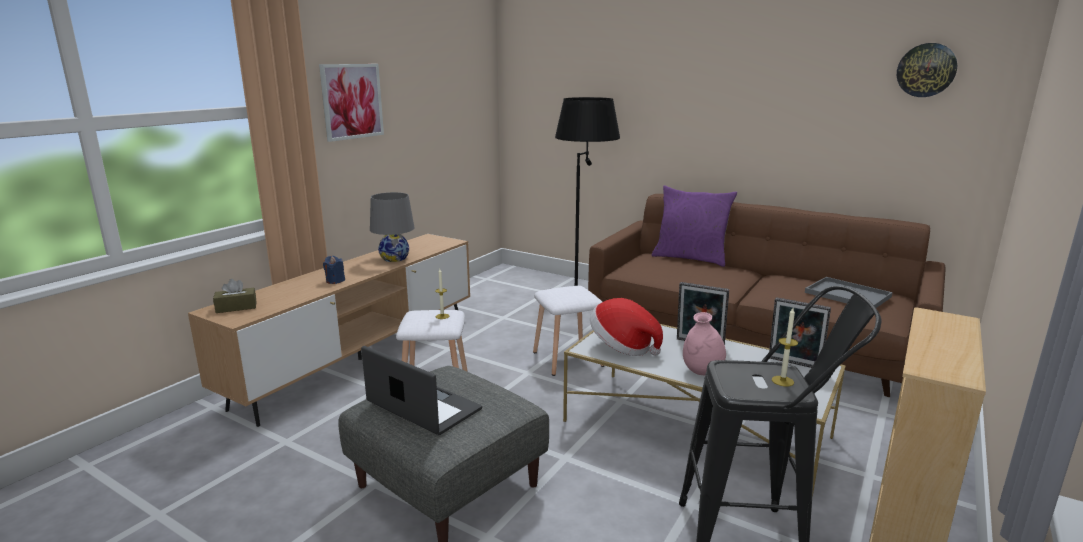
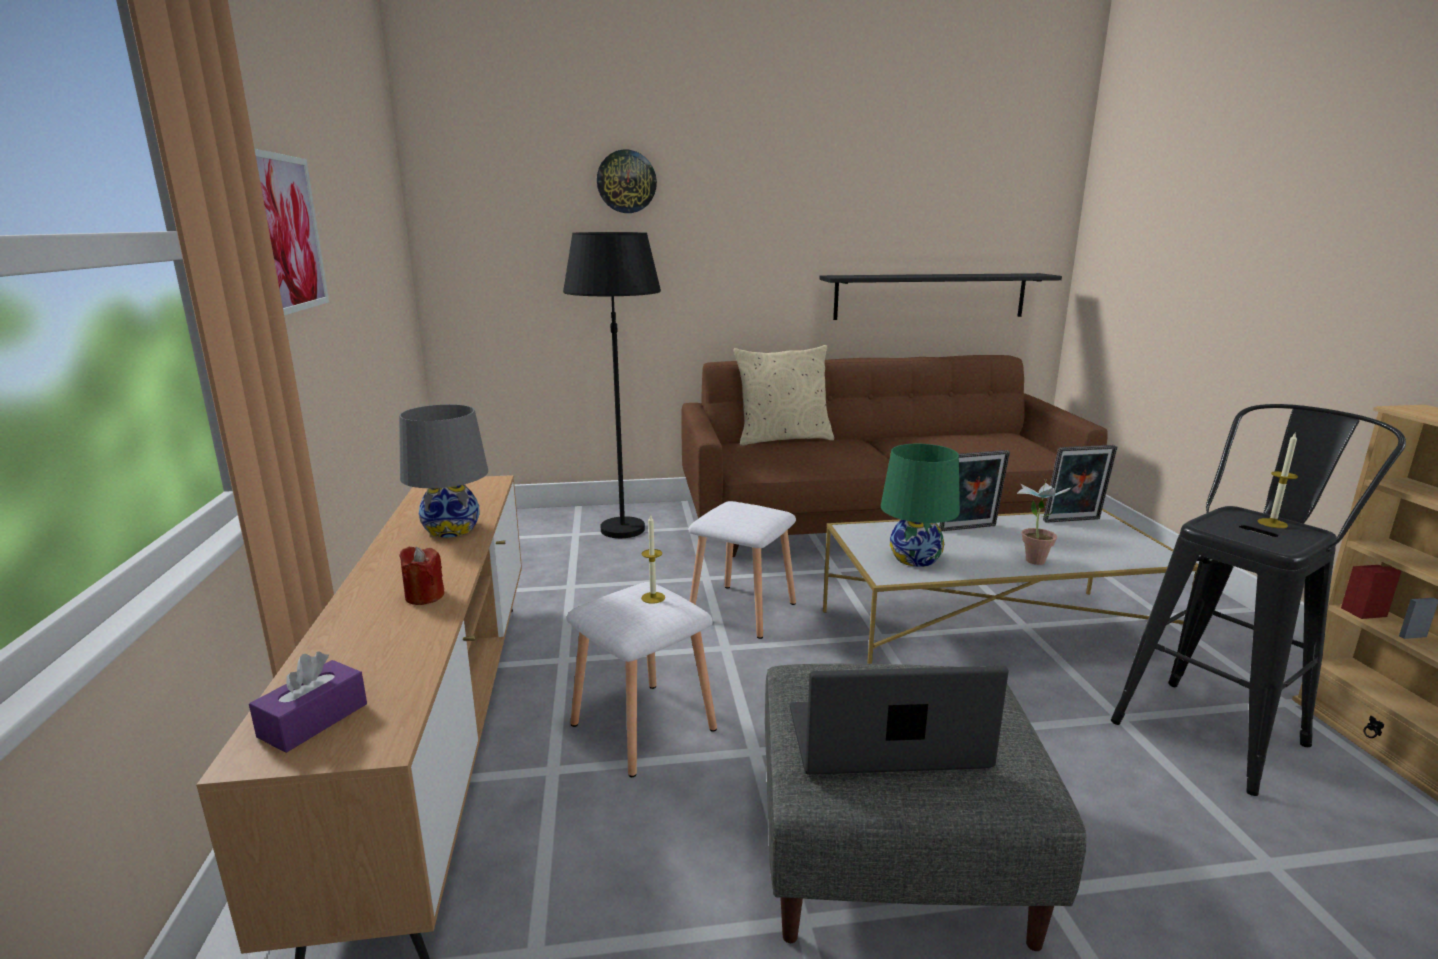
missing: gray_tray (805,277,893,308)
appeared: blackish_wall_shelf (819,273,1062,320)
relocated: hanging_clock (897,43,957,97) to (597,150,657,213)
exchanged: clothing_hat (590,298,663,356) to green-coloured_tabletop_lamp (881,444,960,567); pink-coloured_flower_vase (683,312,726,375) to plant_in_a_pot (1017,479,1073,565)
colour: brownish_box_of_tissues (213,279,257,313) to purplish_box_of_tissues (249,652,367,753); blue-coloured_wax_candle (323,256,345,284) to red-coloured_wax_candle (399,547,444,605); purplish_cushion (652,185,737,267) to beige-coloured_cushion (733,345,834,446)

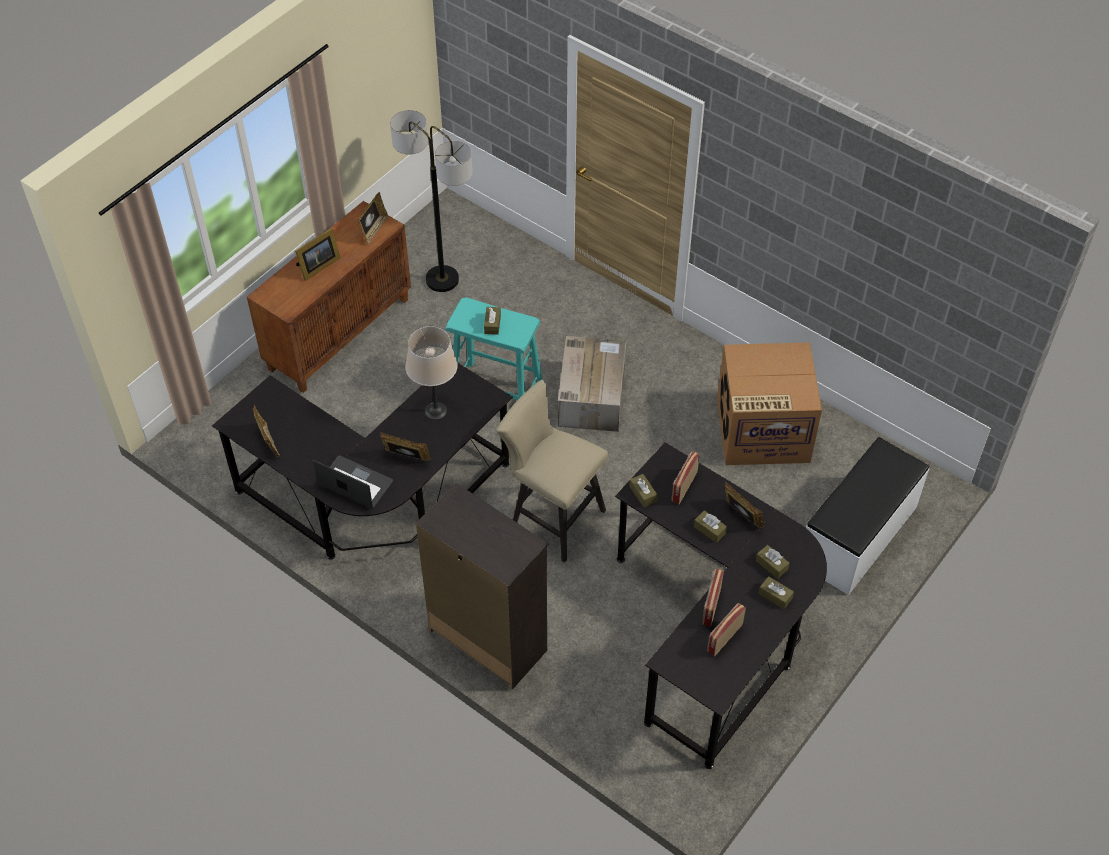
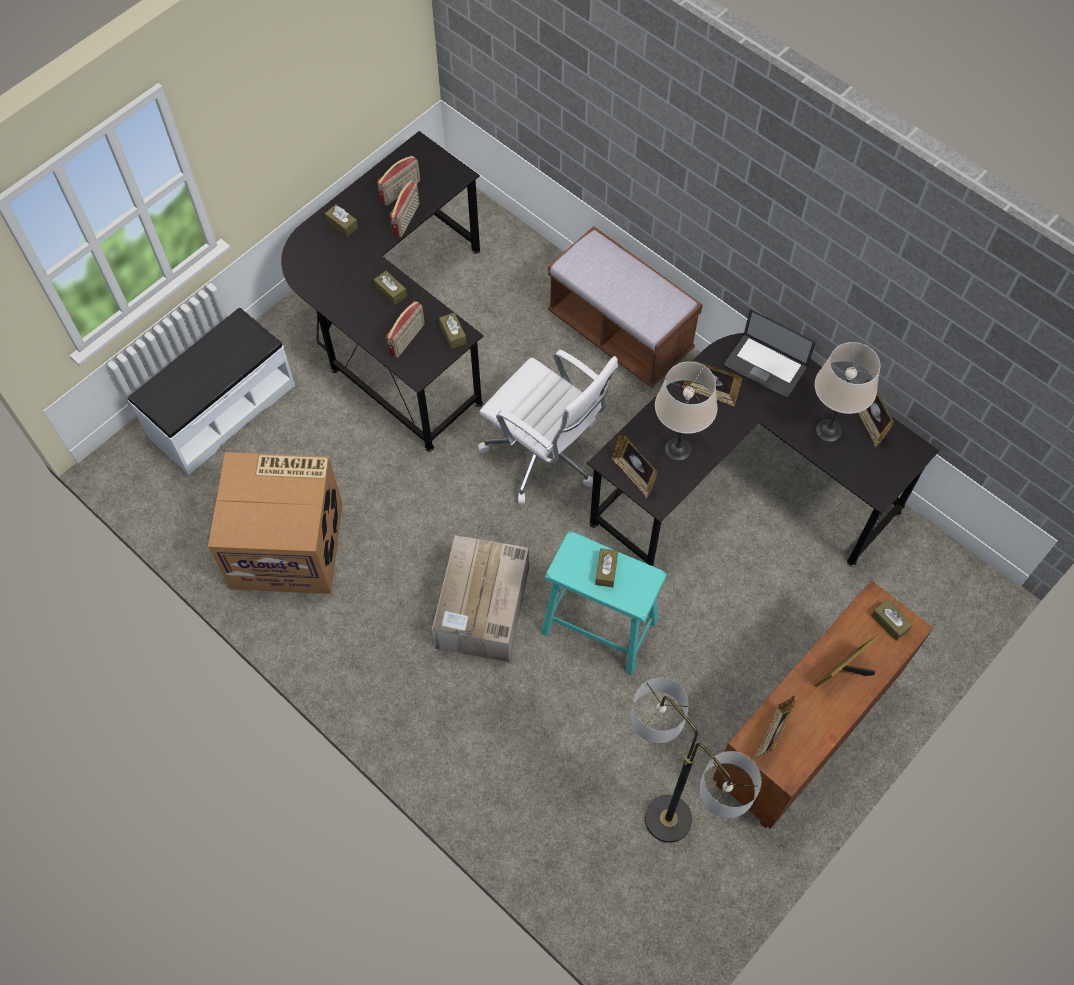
appeared: beige-coloured_tabletop_lamp (815,342,880,442)
relocated: standing_frame (725,482,764,528) to (611,434,657,499); brownish_box_of_tissues (756,545,790,579) to (871,599,913,641)
exchanged: blackish_drawer_chest (415,483,548,690) to brownish_long_seat (548,226,703,388); beige-coloured_stool (496,380,608,563) to white_desk_chair (478,350,618,504)

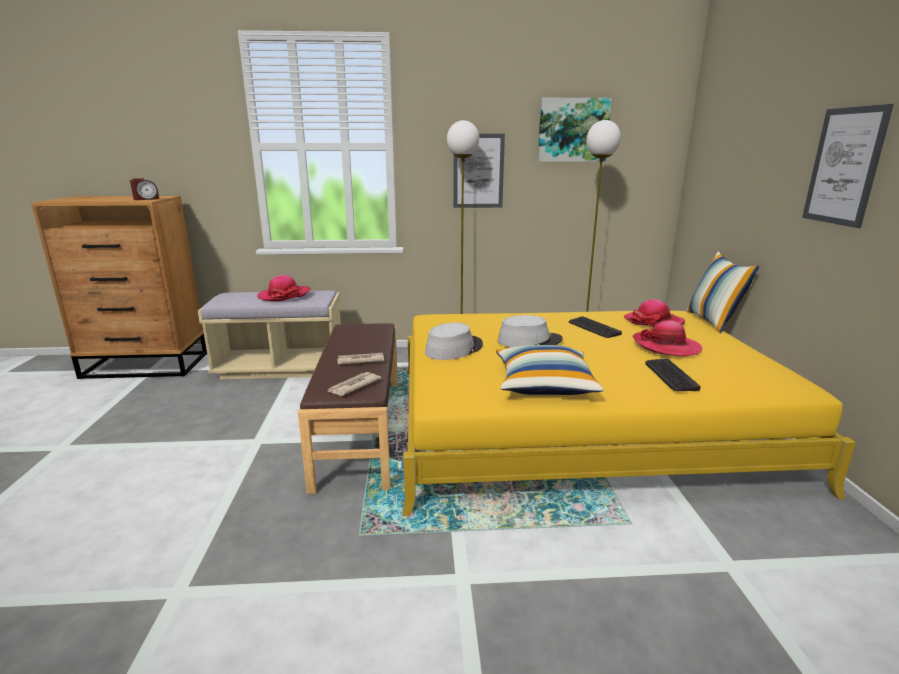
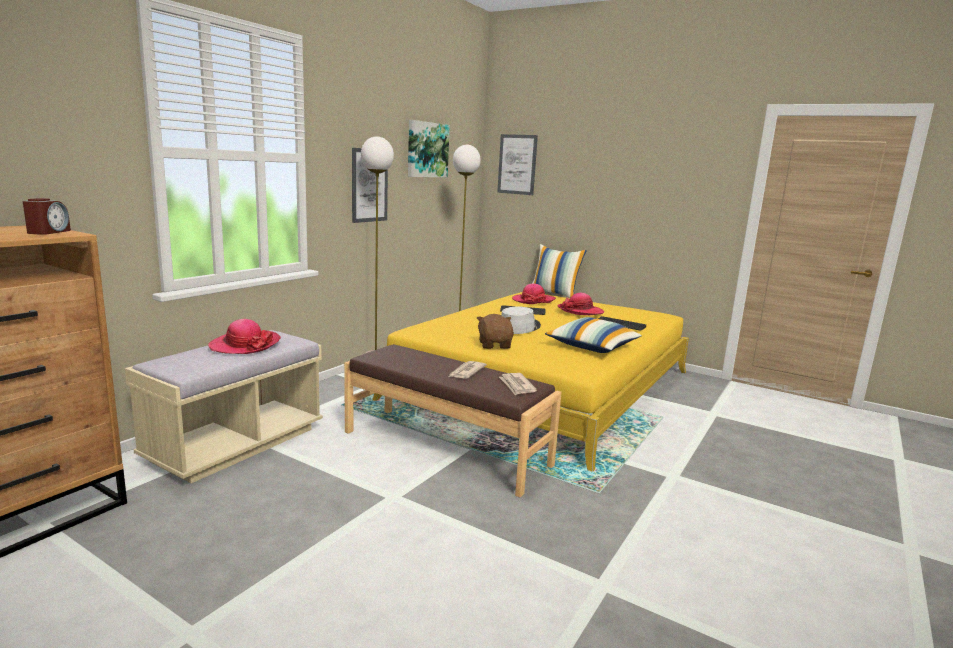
relocated: wall_picture (802,104,894,228) to (497,134,538,195)
exchanged: gray_clothing_hat (425,323,483,360) to brownish_plush_toy (477,314,514,349)

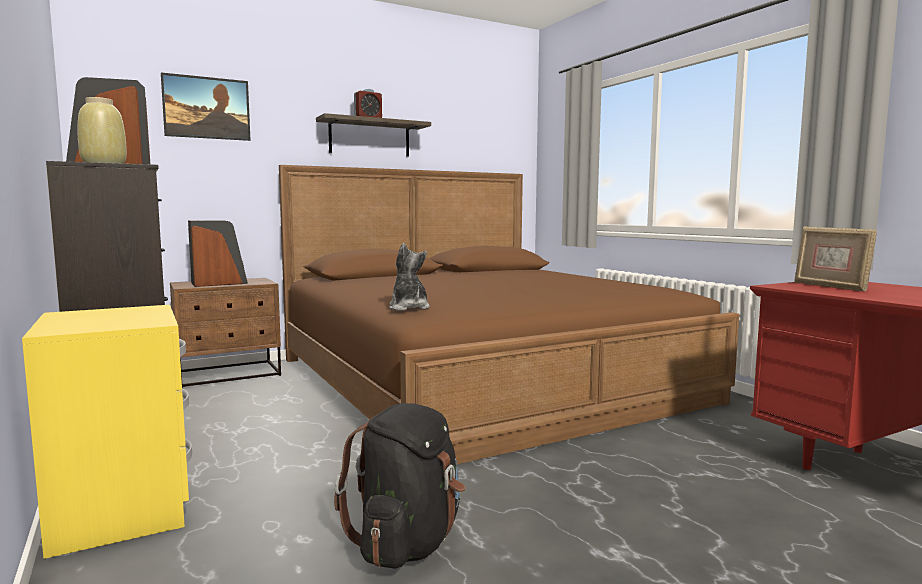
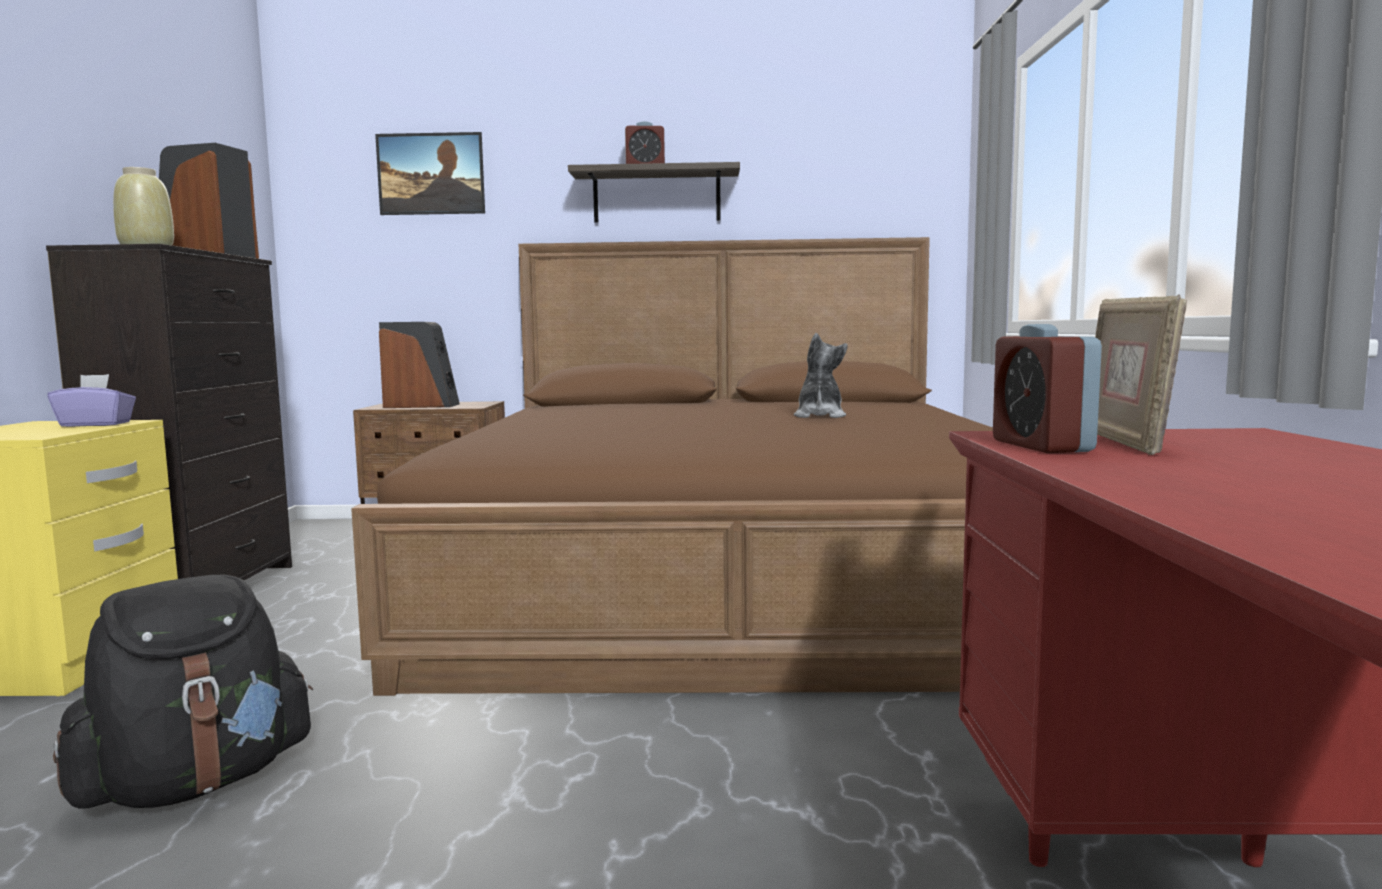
appeared: purplish_box_of_tissues (47,374,136,427); bedside_clock (993,324,1102,453)
relocated: plush_toy (389,243,430,311) to (794,333,848,418)

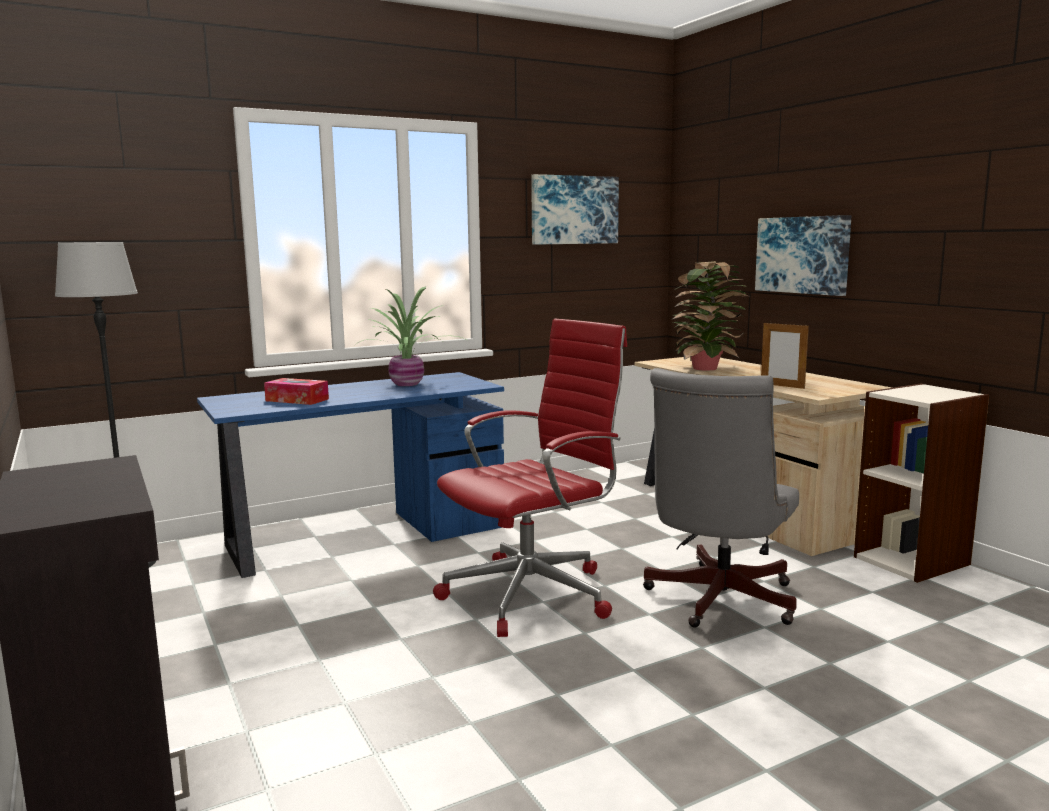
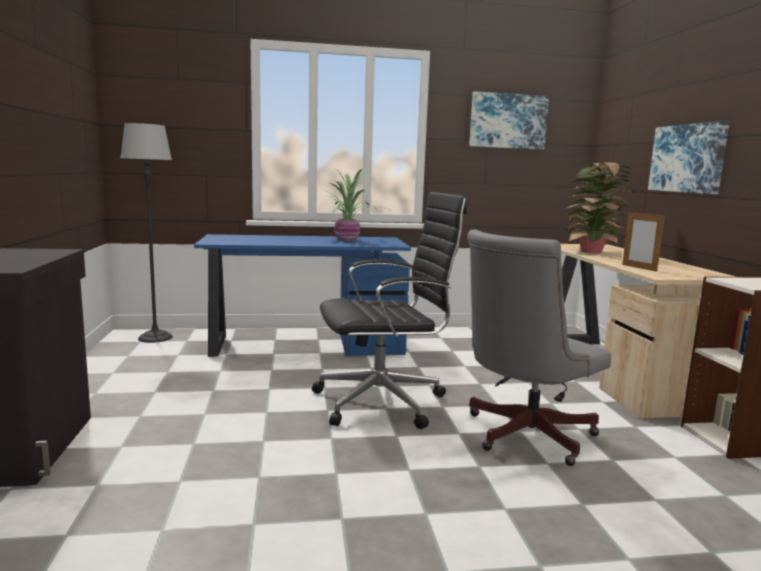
missing: box_of_tissues (264,378,329,405)
colour: red-coloured_desk_chair (433,318,627,637) to blackish_desk_chair (312,192,468,429)

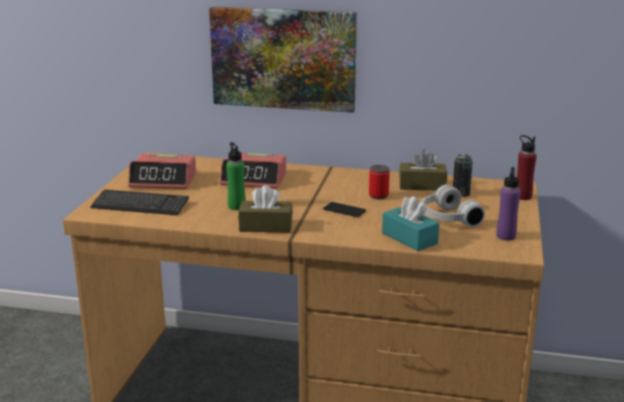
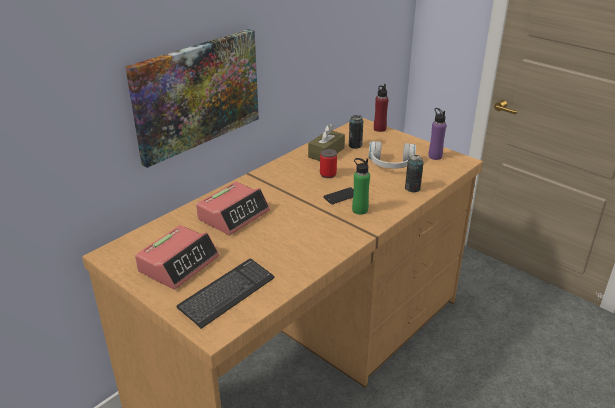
missing: brownish_box_of_tissues (238,185,293,233)
relocated: green-coloured_beverage_bottle (226,142,246,210) to (352,158,370,215)
exchanged: turquoise_box_of_tissues (382,196,439,251) to sealed_can (405,155,424,192)

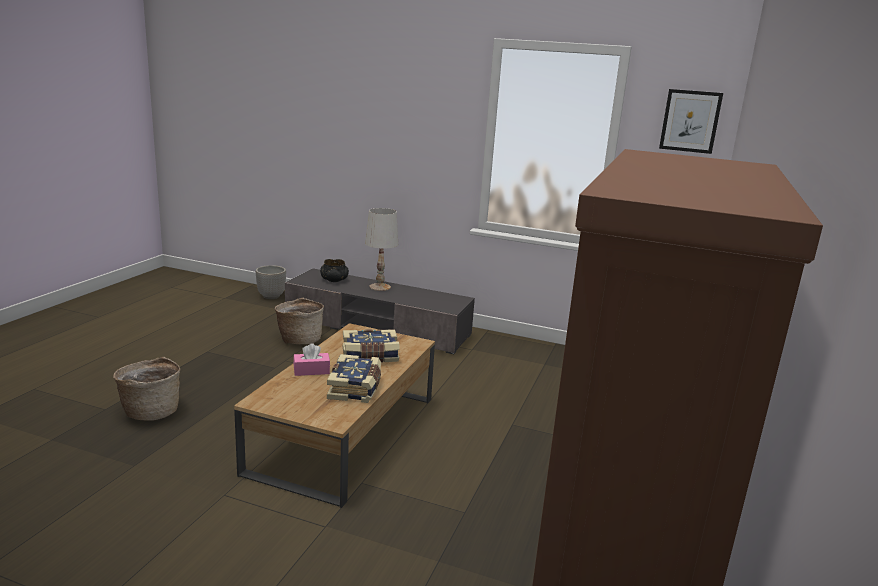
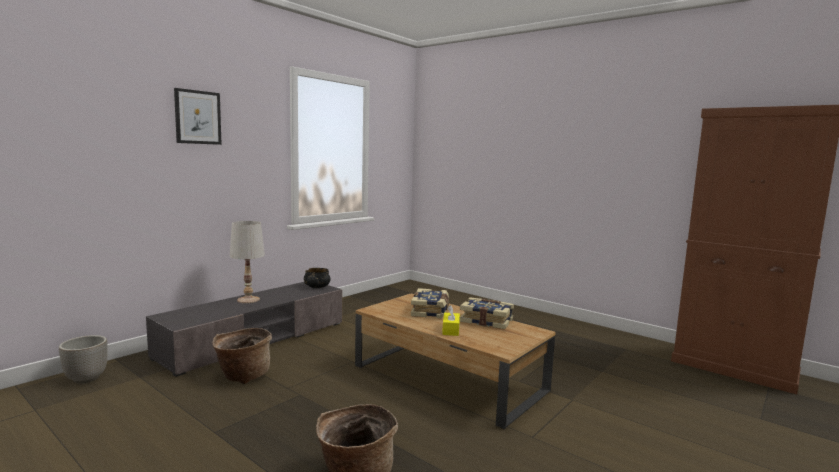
relocated: blackish_bowl (320,259,349,282) to (304,268,331,288); wall_picture (659,89,723,154) to (174,88,222,145)
colour: pink-coloured_box_of_tissues (293,343,330,376) to yellow_box_of_tissues (442,305,460,336)

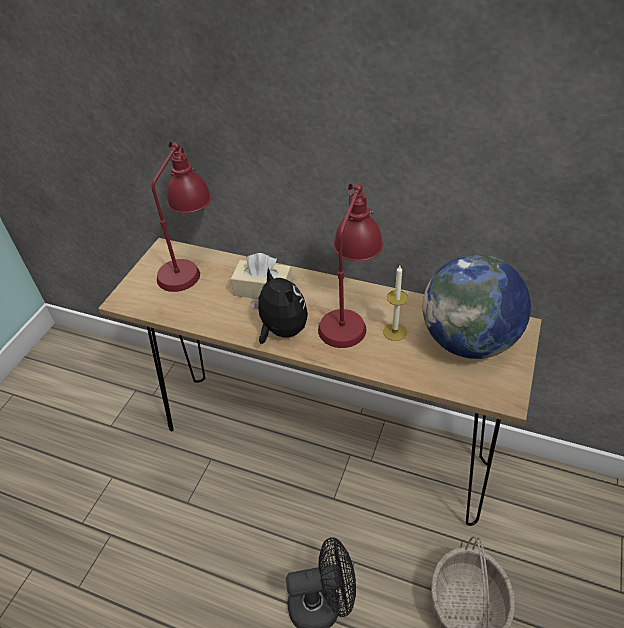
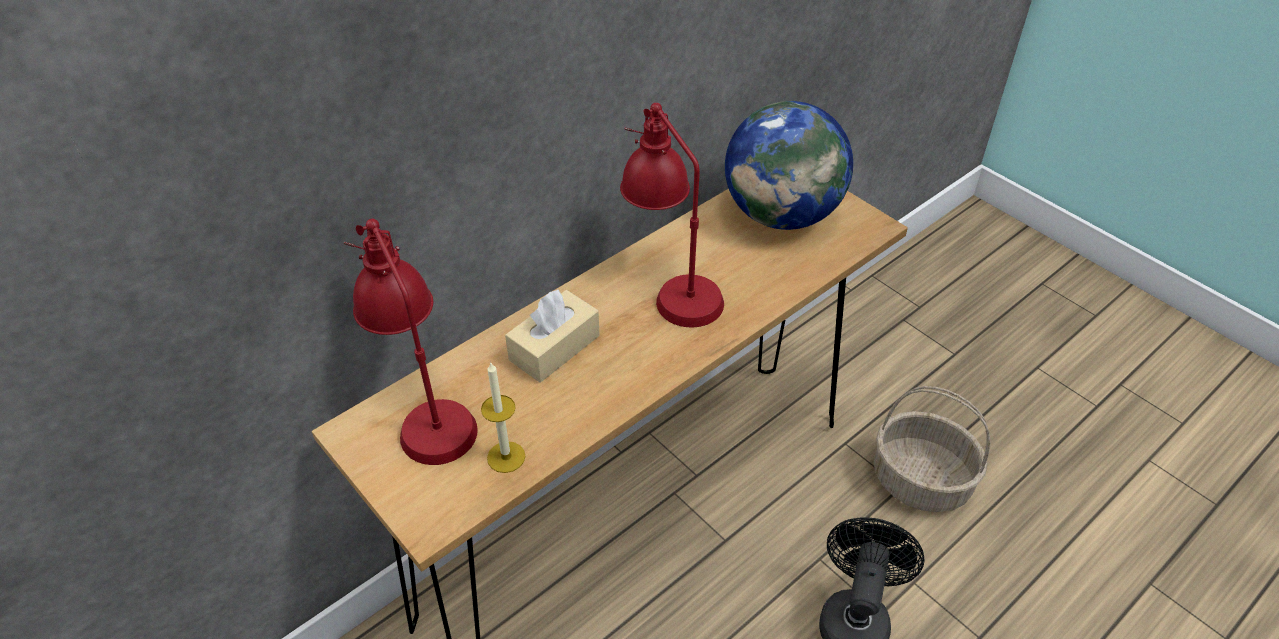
missing: plush_toy (251,268,308,344)
relocated: wax_candle (383,266,408,341) to (481,363,525,473)

